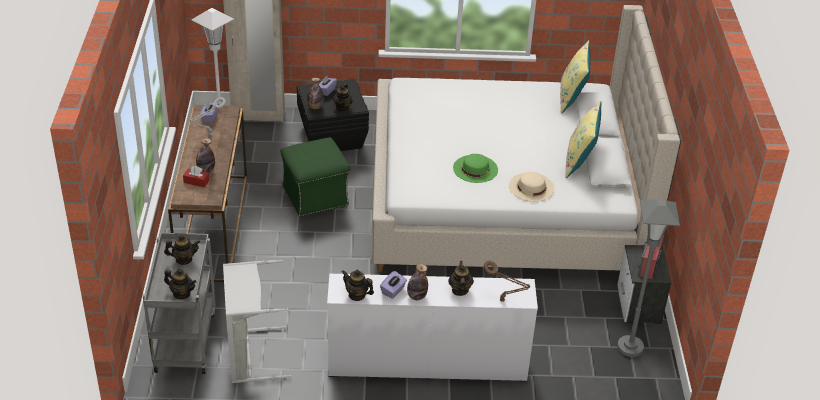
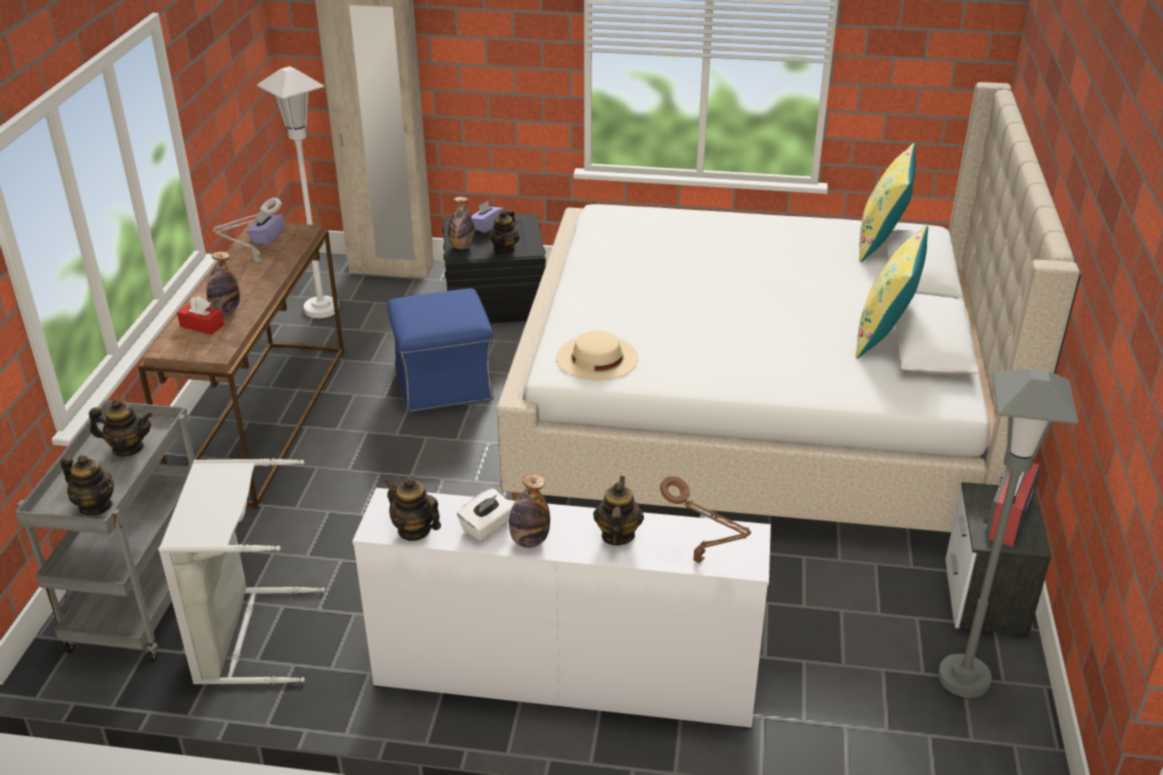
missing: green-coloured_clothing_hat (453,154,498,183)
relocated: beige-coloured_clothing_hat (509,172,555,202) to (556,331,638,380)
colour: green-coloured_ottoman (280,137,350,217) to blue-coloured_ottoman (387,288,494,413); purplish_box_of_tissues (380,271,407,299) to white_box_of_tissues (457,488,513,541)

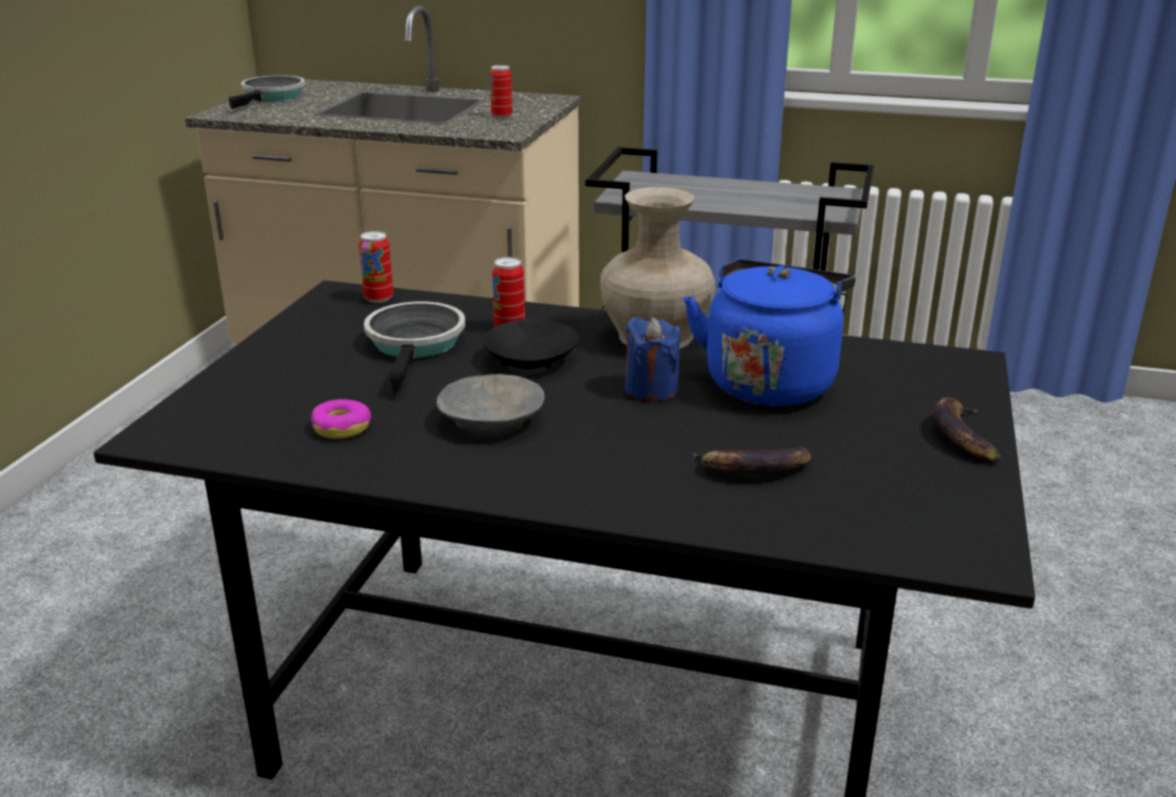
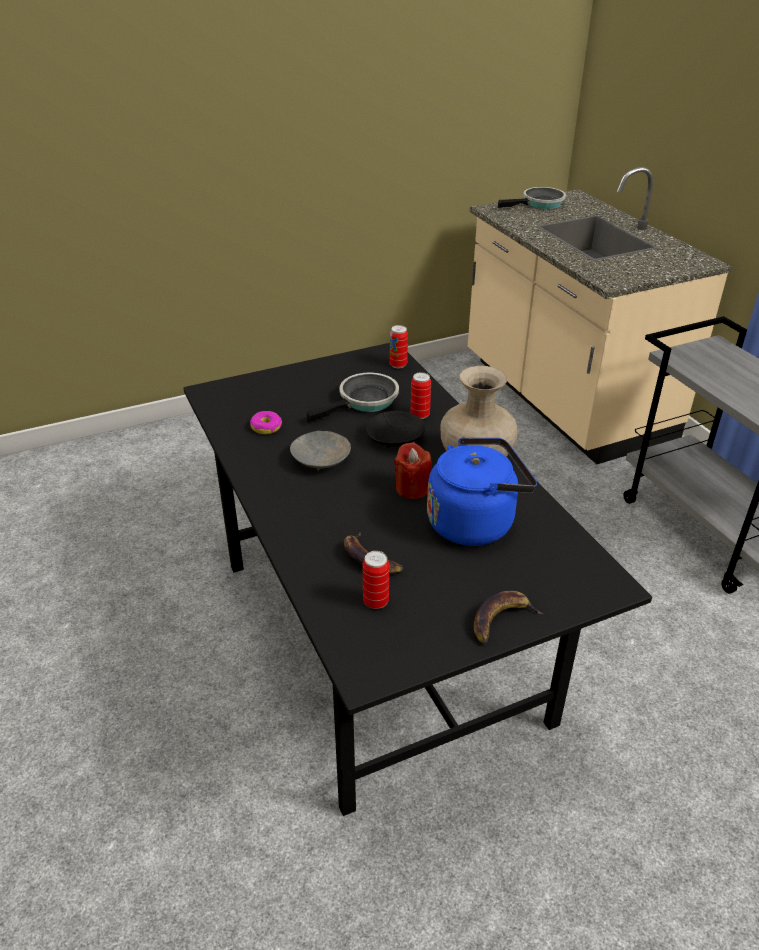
relocated: sealed_can (490,65,512,118) to (363,551,389,609)
colour: blue-coloured_wax_candle (625,317,680,402) to red-coloured_wax_candle (394,443,432,499)

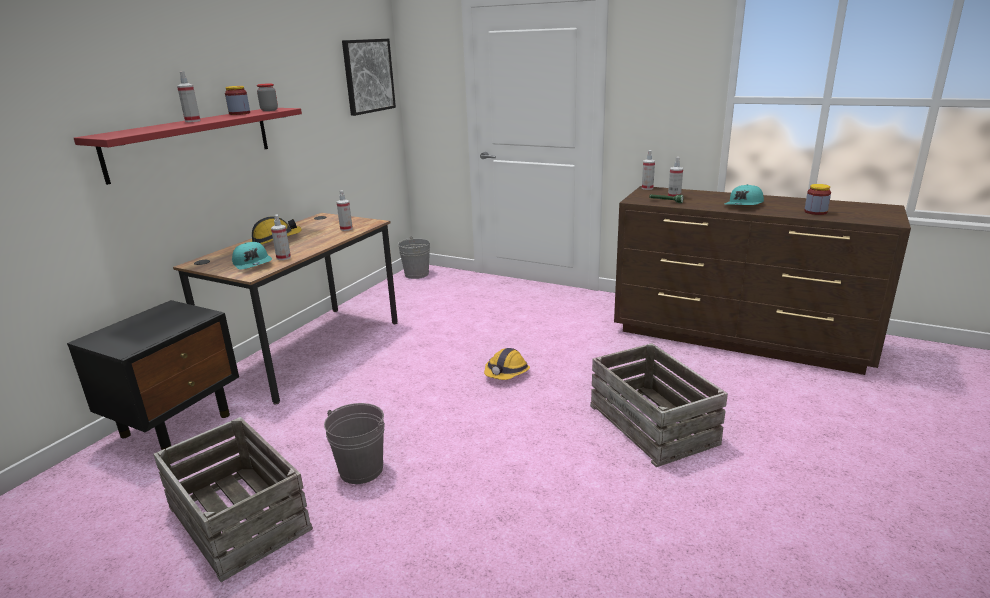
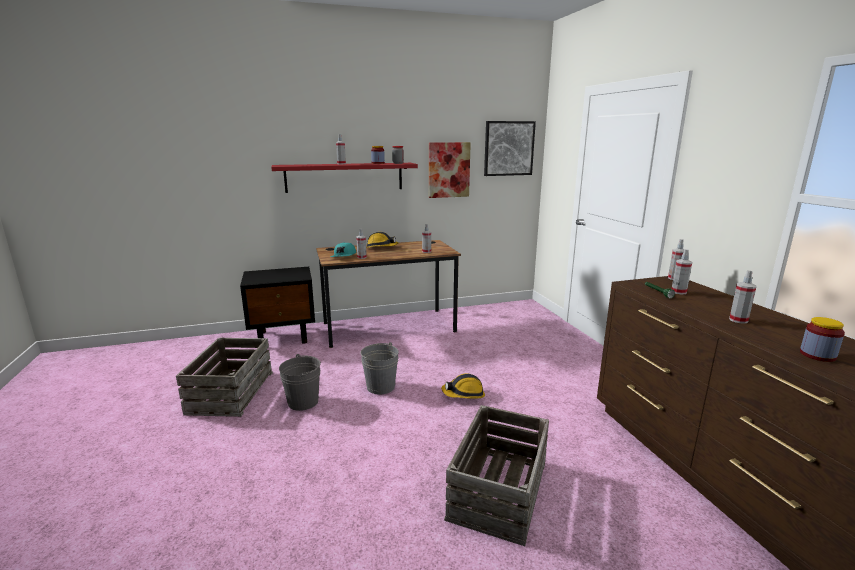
appeared: wall_picture (429,142,471,198)
relocated: gray_water_bucket (398,236,430,279) to (360,342,399,395)
exchanged: turquoise_baseball_cap (725,184,764,205) to sprayer (729,270,757,324)

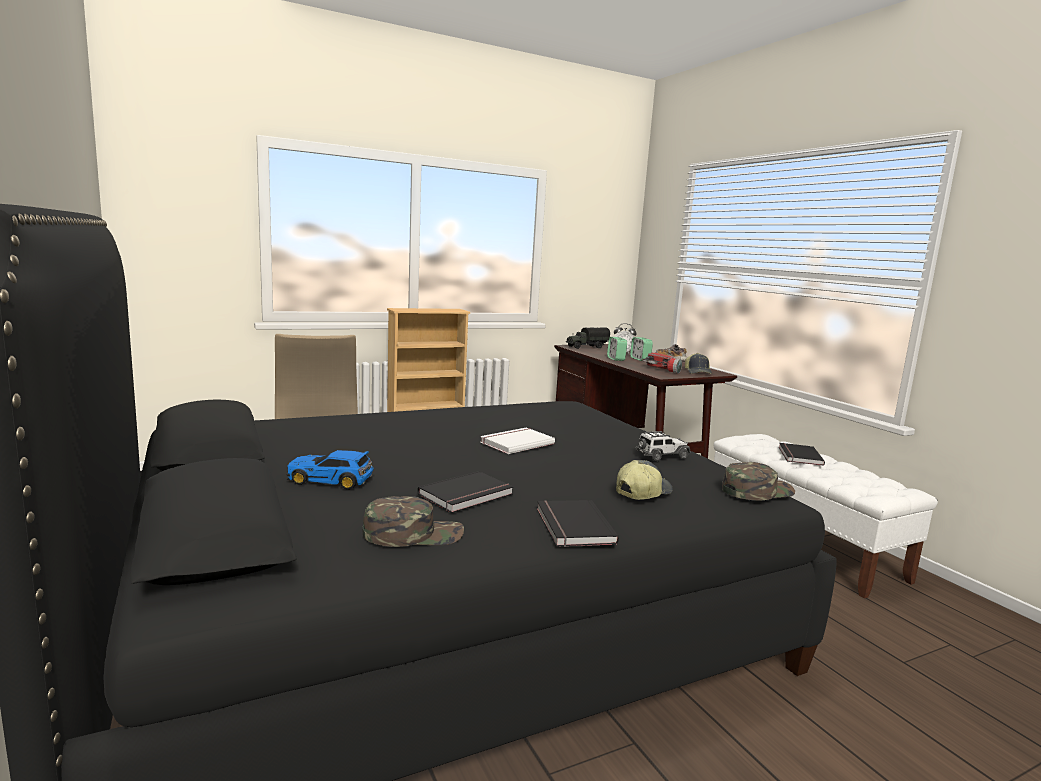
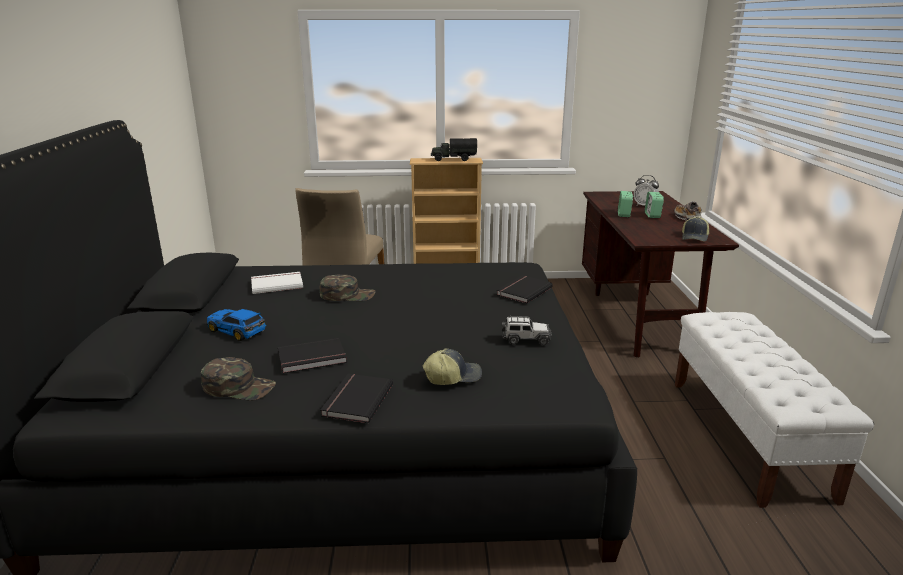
missing: torch (643,353,682,373)
relocated: white_book (480,428,555,454) to (251,272,303,294); toy_lorry (566,327,610,349) to (431,138,477,161); green-coloured_baseball_cap (722,462,795,500) to (319,275,376,301); blackish_book (779,443,825,466) to (497,275,553,303)

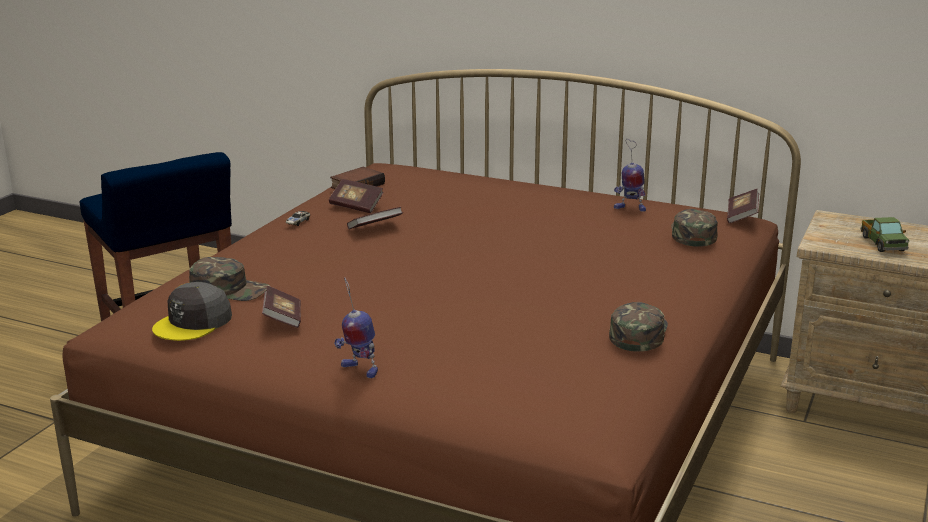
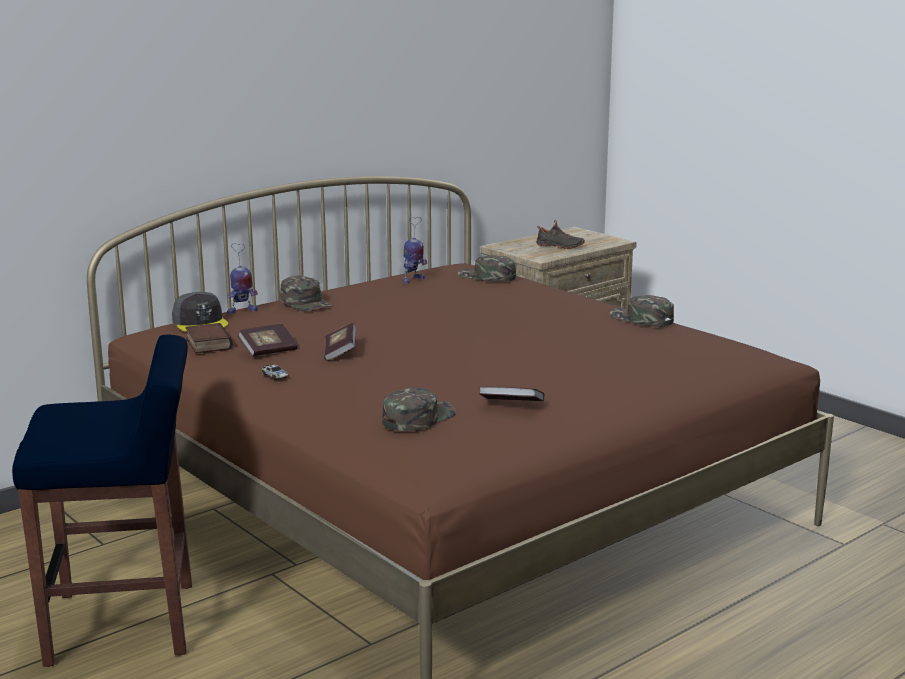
missing: book (727,189,759,223)
appeared: green-coloured_baseball_cap (280,275,333,312)
relocated: gray_baseball_cap (152,282,232,341) to (172,292,228,332); toy_robot (334,277,378,378) to (227,243,258,314)
exchanged: toy_lorry (860,217,909,252) to blackish_low_shoe (536,220,585,249)

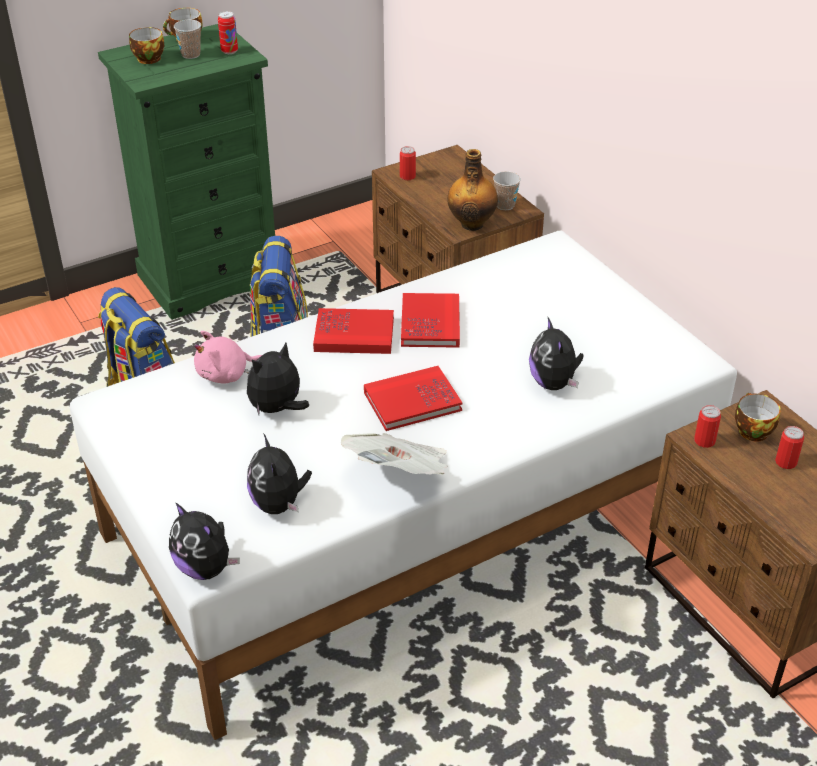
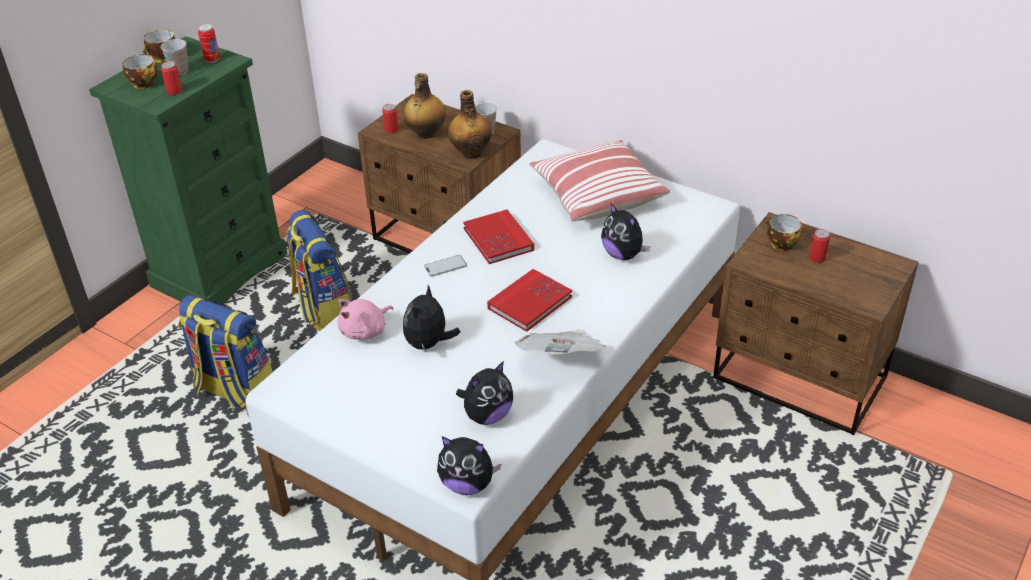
appeared: beverage_bottle (403,73,446,139); cushion (529,140,670,221)
relocated: sealed_can (694,405,721,448) to (161,61,183,95)
exchanged: red-coloured_book (313,308,394,354) to phone (424,255,467,277)
spun: plush_toy (247,433,312,514) = (456,361,513,425) 90 degrees counterclockwise

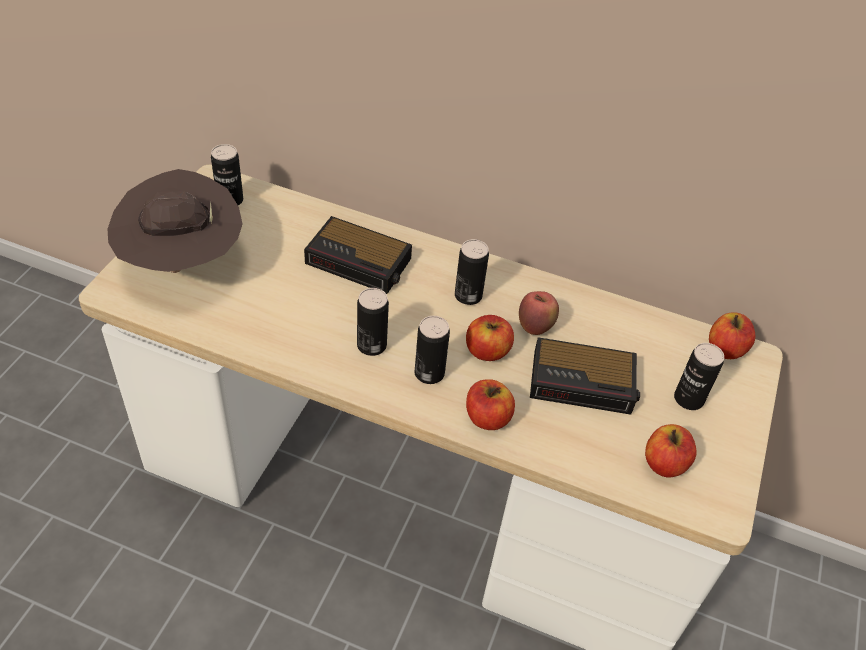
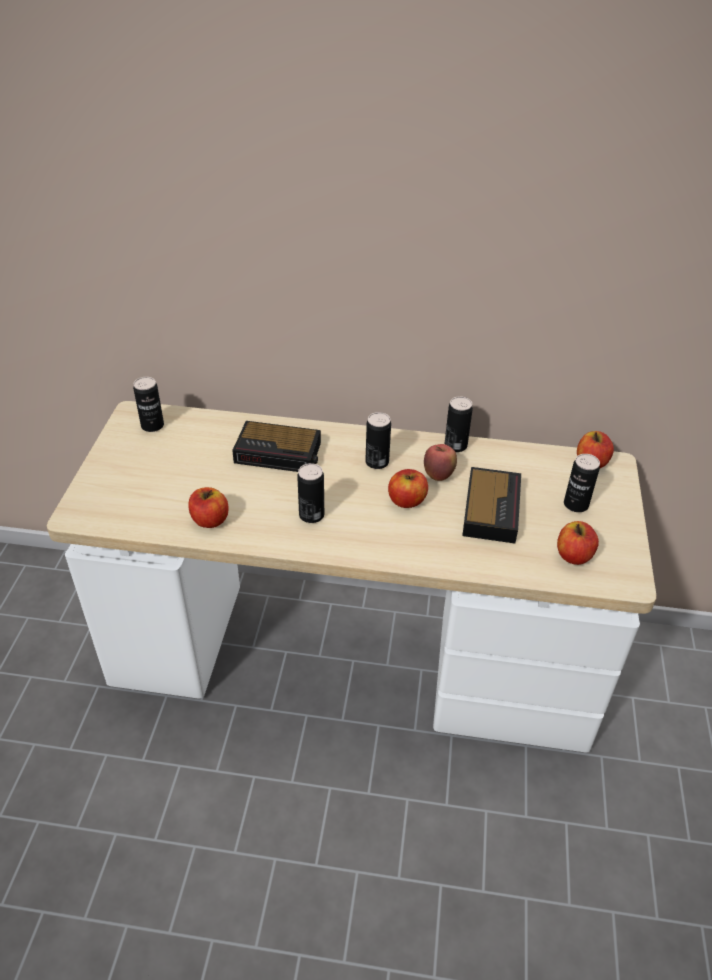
missing: brownish_clothing_hat (107,169,242,273)
relocated: sealed_can (415,316,450,384) to (444,396,473,452); apple_fruit (466,379,515,430) to (188,487,229,528)
spun: bedside_clock (530,337,640,415) = (462,467,521,543) 75 degrees counterclockwise

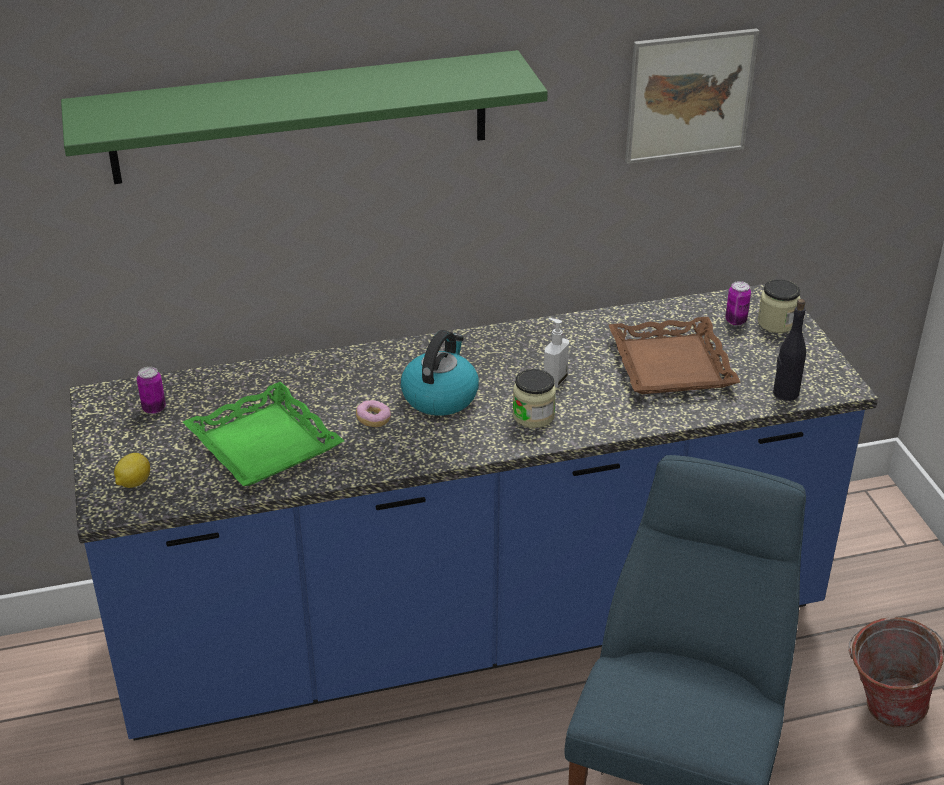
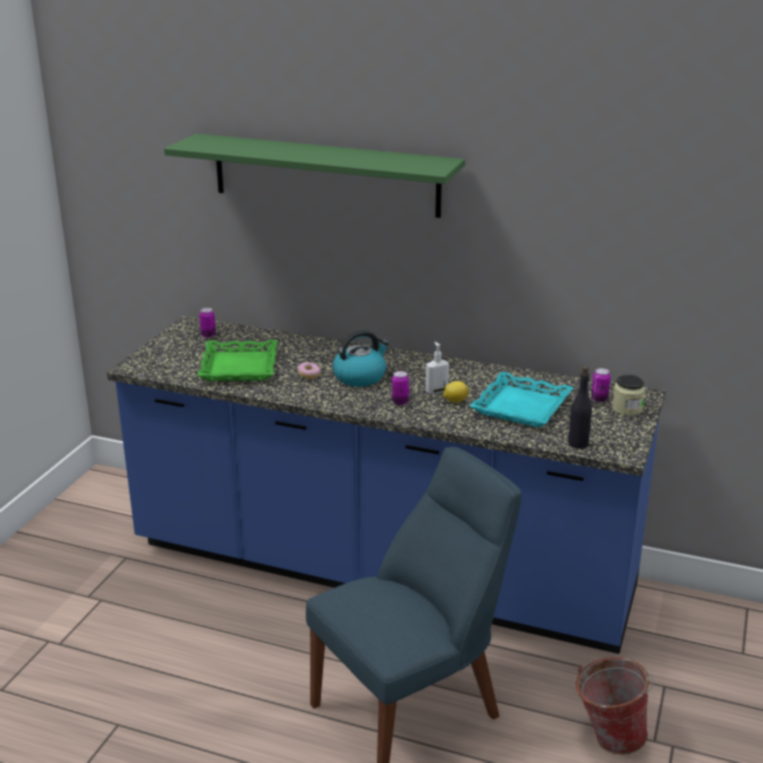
missing: wall_picture (625,28,759,164)
relocated: lemon (114,453,150,488) to (443,381,468,403)
exchanged: preserve_jar (513,369,556,428) to sealed_can (392,371,409,405)
colour: brownish_tray (609,317,740,394) to turquoise_tray (470,372,574,428)

